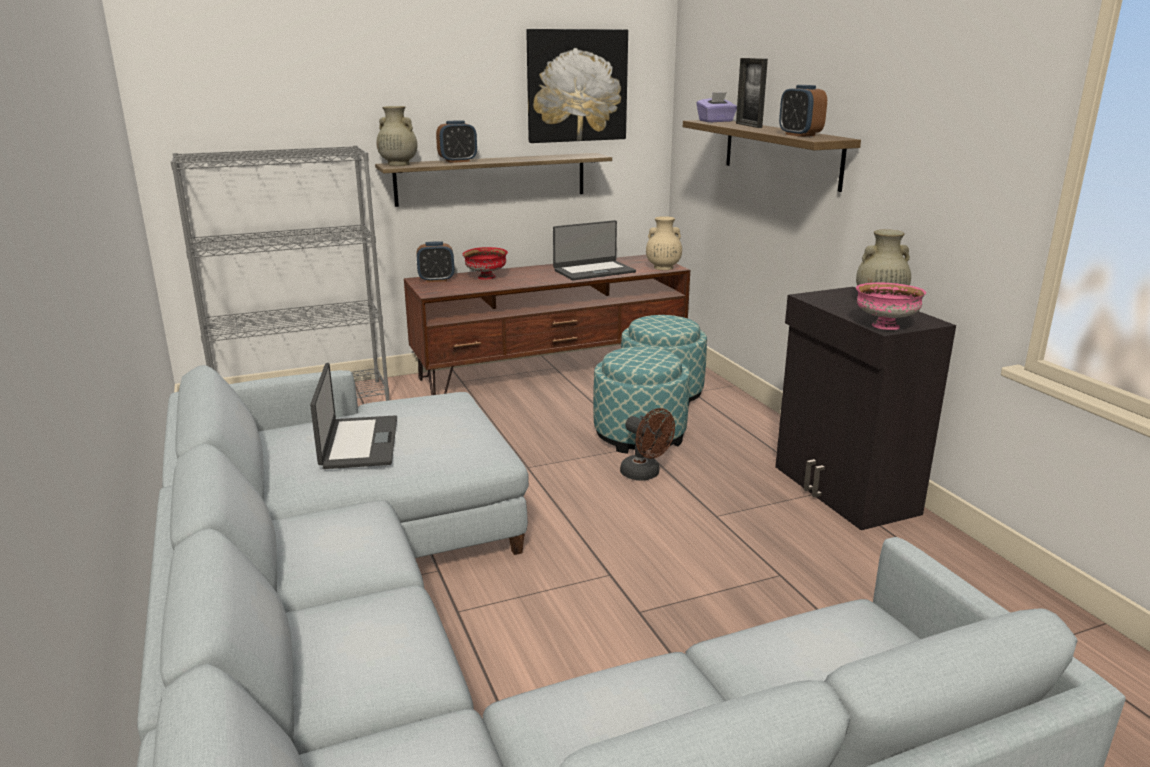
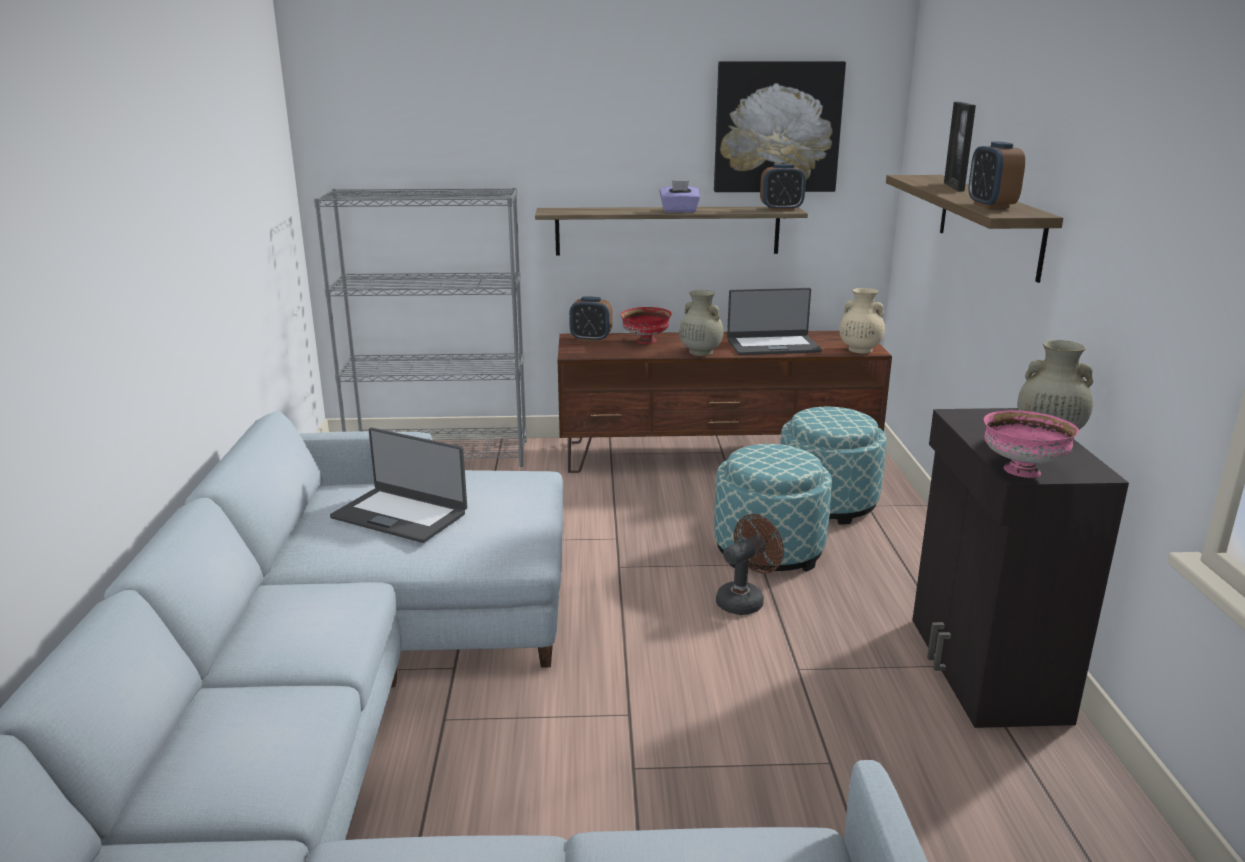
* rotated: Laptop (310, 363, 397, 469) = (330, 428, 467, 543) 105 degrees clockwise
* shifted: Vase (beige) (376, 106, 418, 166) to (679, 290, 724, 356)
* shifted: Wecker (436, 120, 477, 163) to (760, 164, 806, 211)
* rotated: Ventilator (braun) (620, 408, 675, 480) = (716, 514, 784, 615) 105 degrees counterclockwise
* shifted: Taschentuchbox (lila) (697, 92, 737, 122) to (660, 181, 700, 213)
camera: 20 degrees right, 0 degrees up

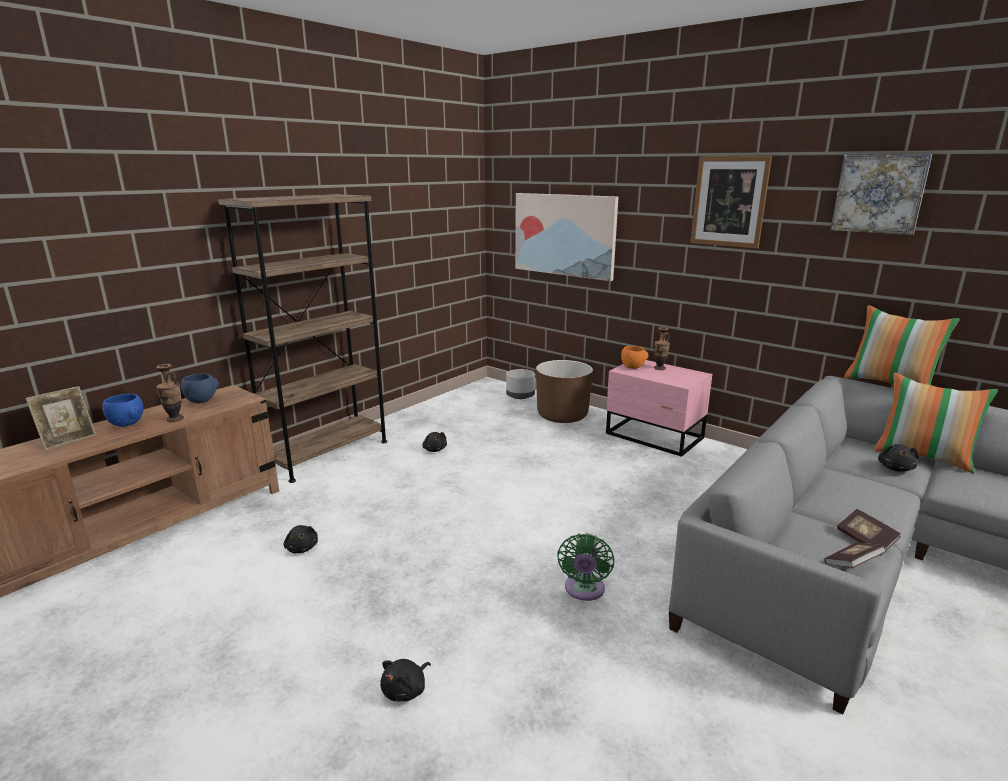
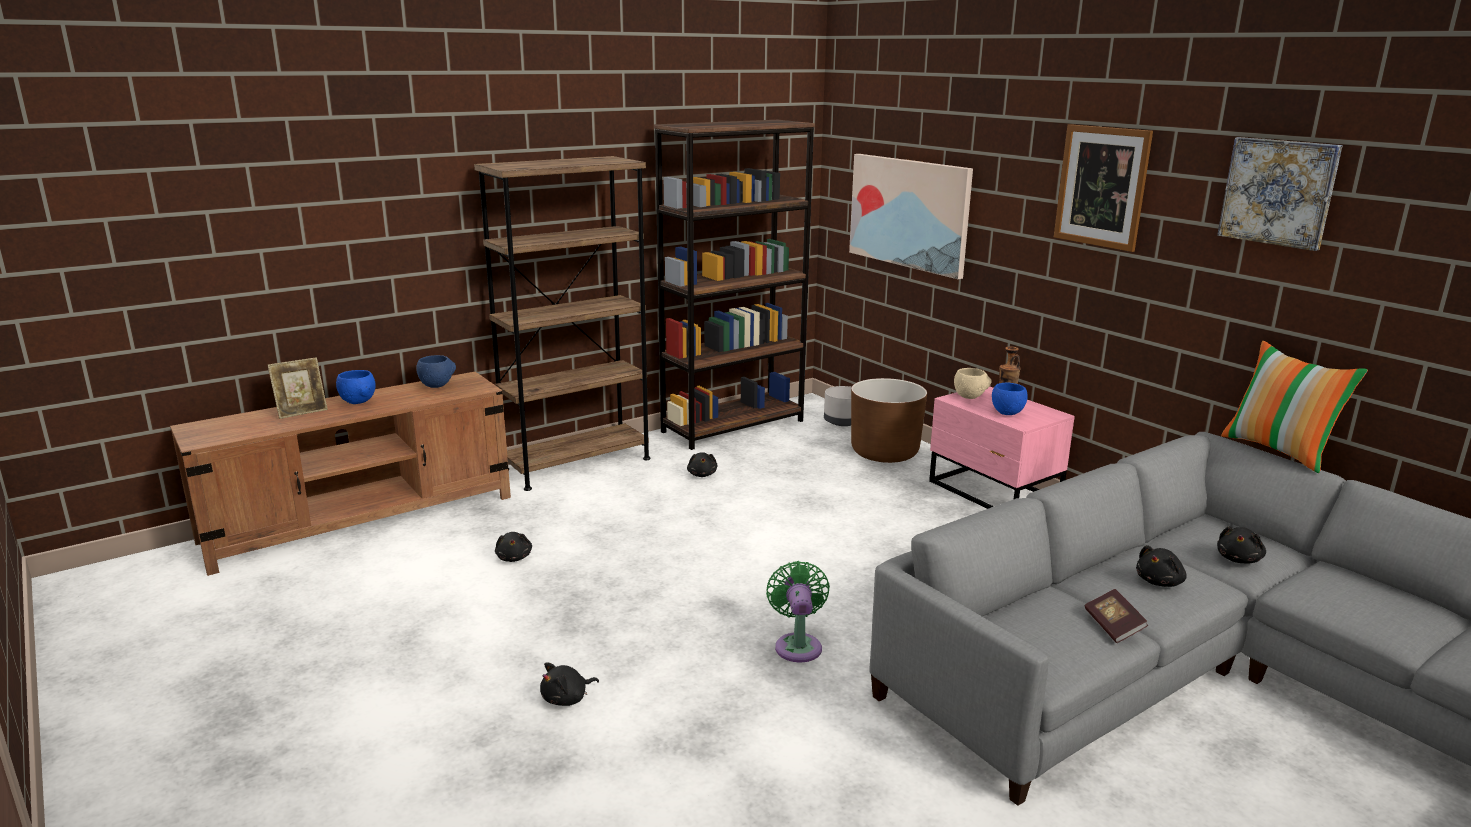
* gone: Vase (156, 364, 184, 422)
* rotated: Ventilator (grün) (557, 533, 614, 601) = (766, 561, 830, 662) 150 degrees clockwise
* repainted: Schüssel (orange) (621, 346, 649, 369) to Schüssel (beige) (954, 368, 992, 399)
* gone: Buch (824, 542, 886, 568)
* gone: Kissen (874, 373, 998, 474)
* new: Bücherregal (braun) (654, 120, 815, 450)
* new: Schüssel (blau) (992, 383, 1028, 415)
* new: Plüschtier (schwarz) (1136, 545, 1187, 587)
camera: 15 degrees right, 0 degrees up

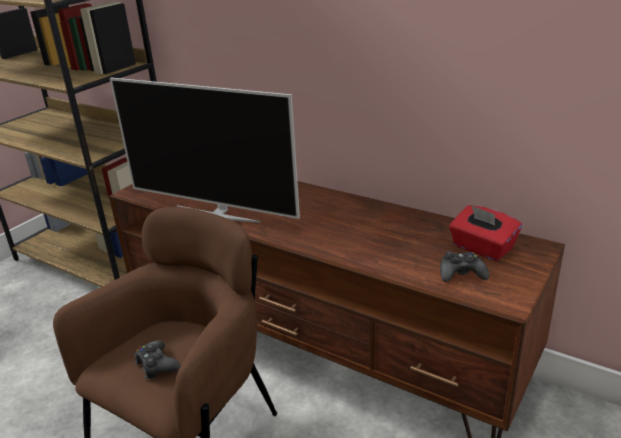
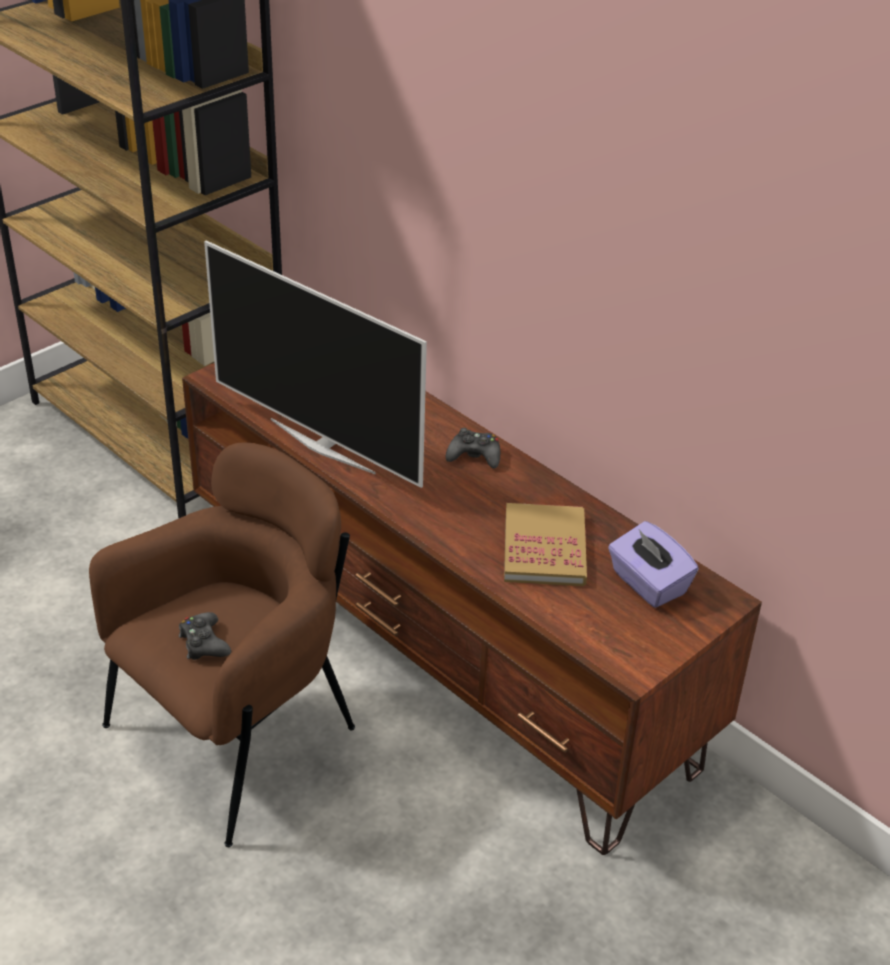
* shifted: Gamepad (schwarz) (440, 251, 489, 282) to (446, 428, 500, 469)
* repainted: Taschentuchbox (rot) (449, 205, 522, 261) to Taschentuchbox (lila) (608, 521, 699, 608)
* new: Buch (504, 503, 587, 586)
camera: 10 degrees right, 10 degrees up

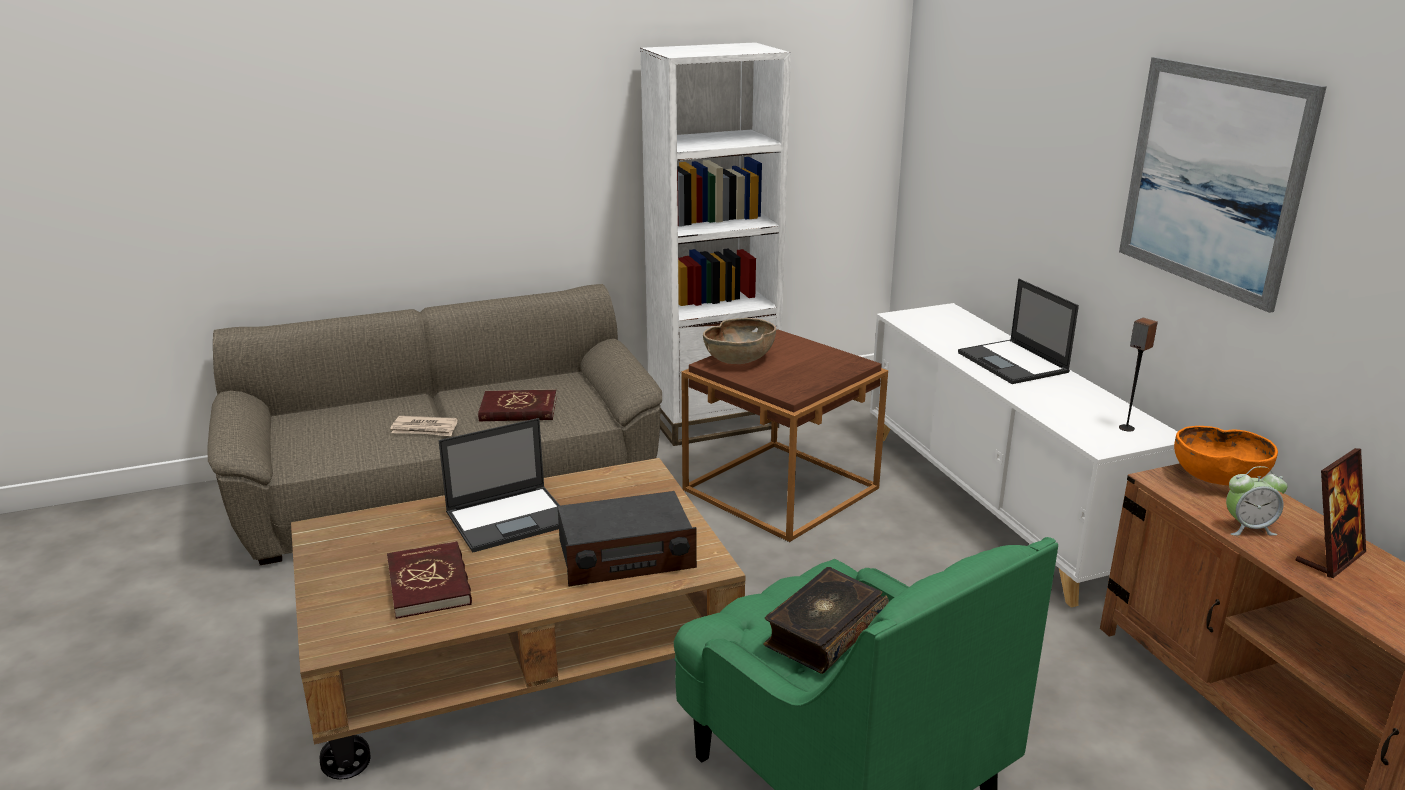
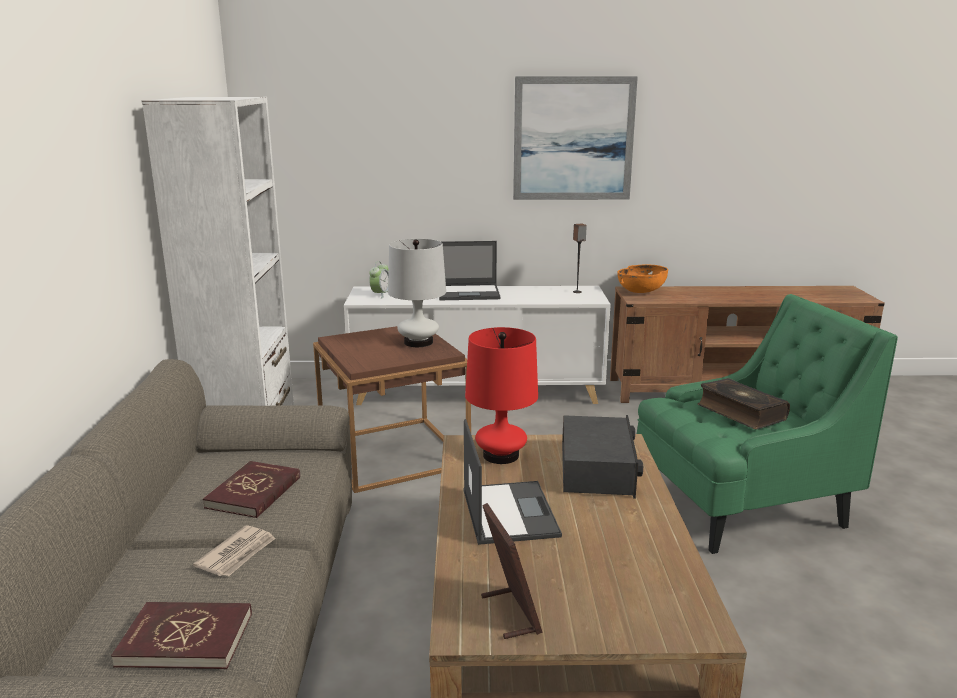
* shifted: Buch (rot) (387, 541, 472, 619) to (111, 602, 252, 669)
* gone: Schüssel (braun) (703, 318, 776, 364)
* shifted: Wecker (1226, 466, 1288, 536) to (369, 261, 389, 299)
* shifted: Bilderrahmen (1296, 448, 1366, 578) to (481, 503, 542, 639)
* new: Tischlampe (weiß) (388, 239, 446, 347)
* new: Tischlampe (rot) (465, 327, 538, 464)
camera: 70 degrees left, 5 degrees down

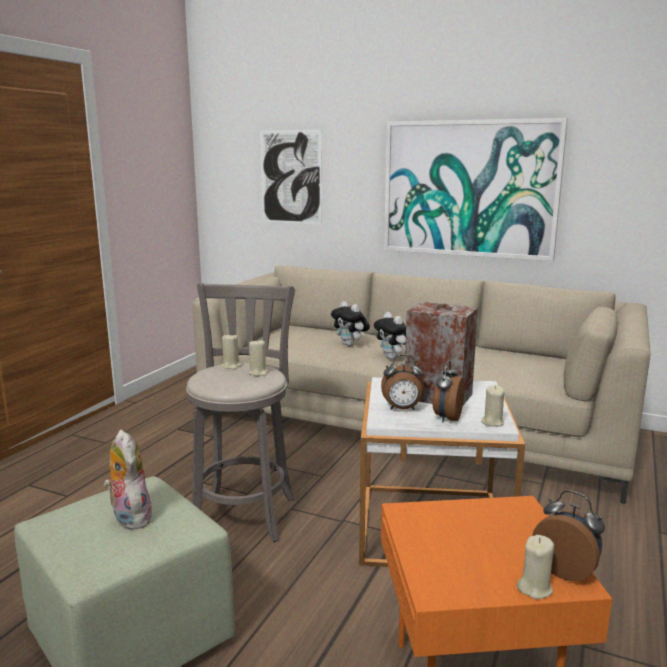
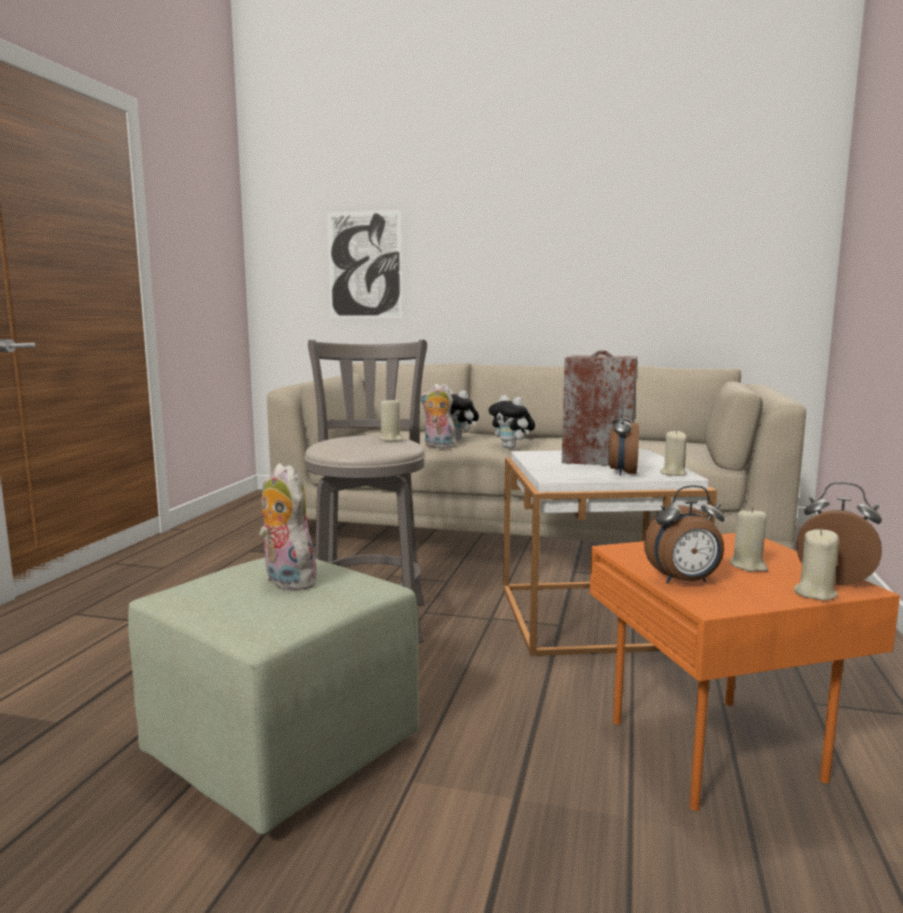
* shifted: Kerze (beige) (221, 333, 242, 369) to (730, 507, 768, 572)
* shifted: Wecker (381, 355, 424, 410) to (644, 485, 725, 584)
* gone: Bild (384, 118, 568, 261)
* new: Plüschtier (420, 384, 456, 448)
camera: 10 degrees left, 5 degrees down

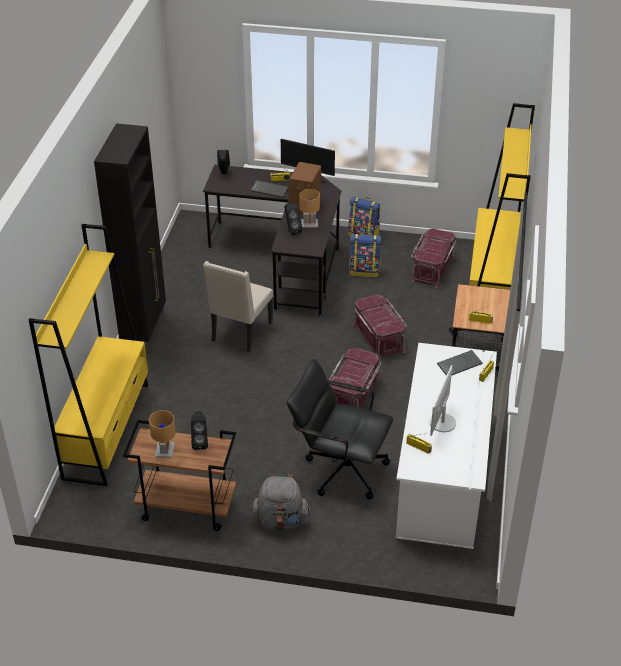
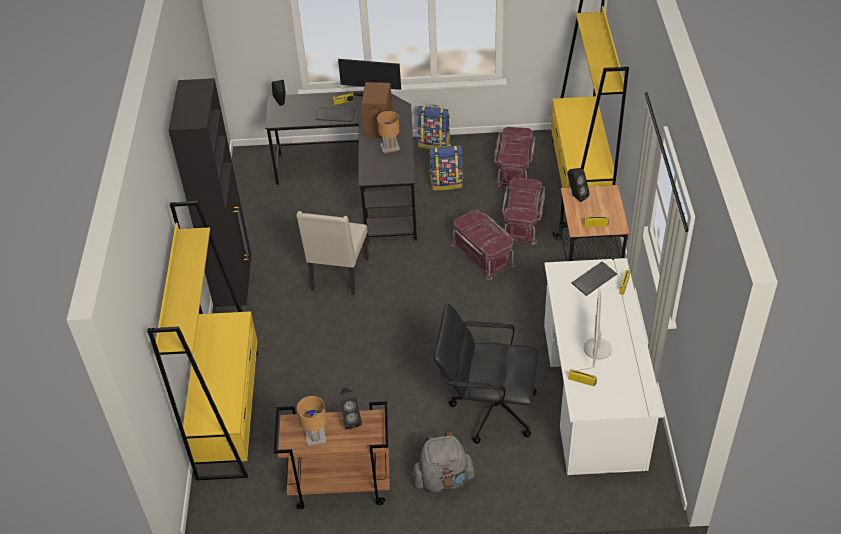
* shifted: Lautsprecher (schwarz) (284, 203, 302, 235) to (567, 168, 589, 202)
* shifted: Aufbewahrungsbox (rot) (329, 348, 382, 408) to (502, 178, 545, 245)
camera: 10 degrees left, 5 degrees up

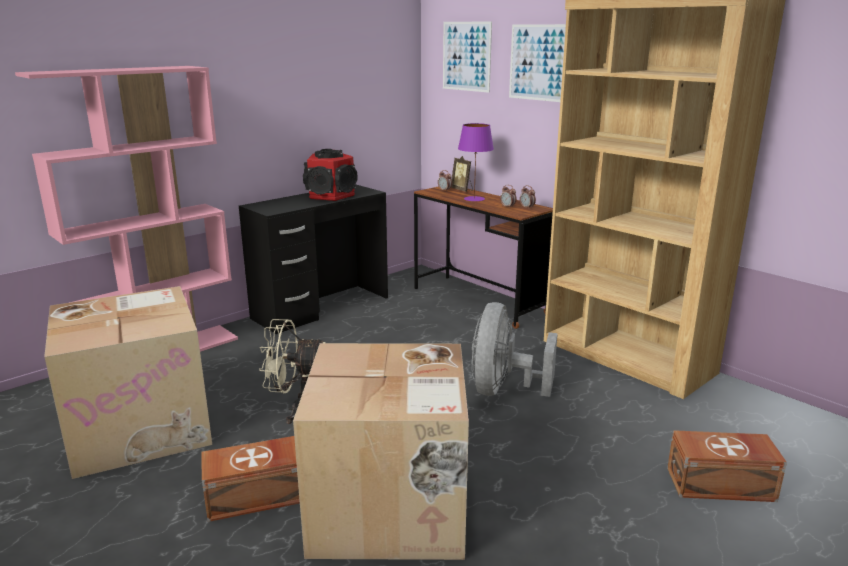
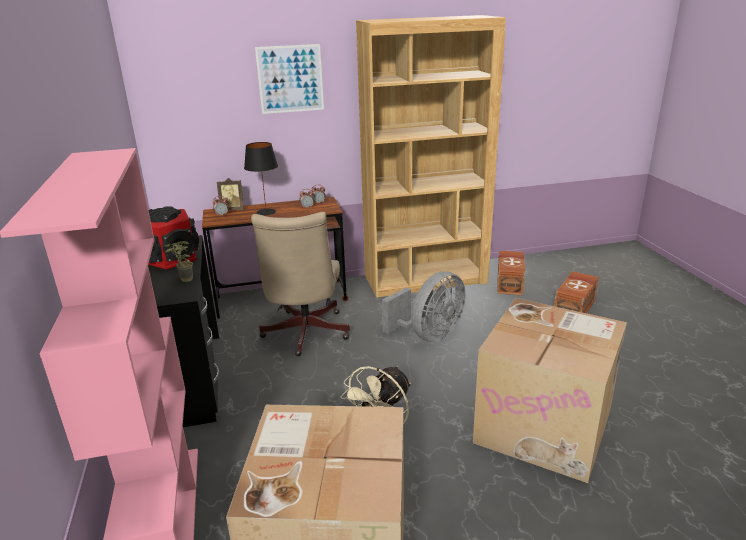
* shifted: Aufbewahrungsbox (braun) (201, 436, 300, 522) to (497, 251, 525, 296)
* gone: Bild (443, 21, 492, 93)
* repainted: Tischlampe (lila) (458, 123, 494, 202) to Tischlampe (schwarz) (244, 142, 278, 215)
* rotated: Ventilator (grau) (472, 302, 558, 397) = (382, 271, 466, 342) 90 degrees counterclockwise
* new: Topfpflanze (165, 241, 193, 282)
* new: Bürostuhl (beige) (251, 212, 350, 356)
camera: 60 degrees left, 5 degrees up

